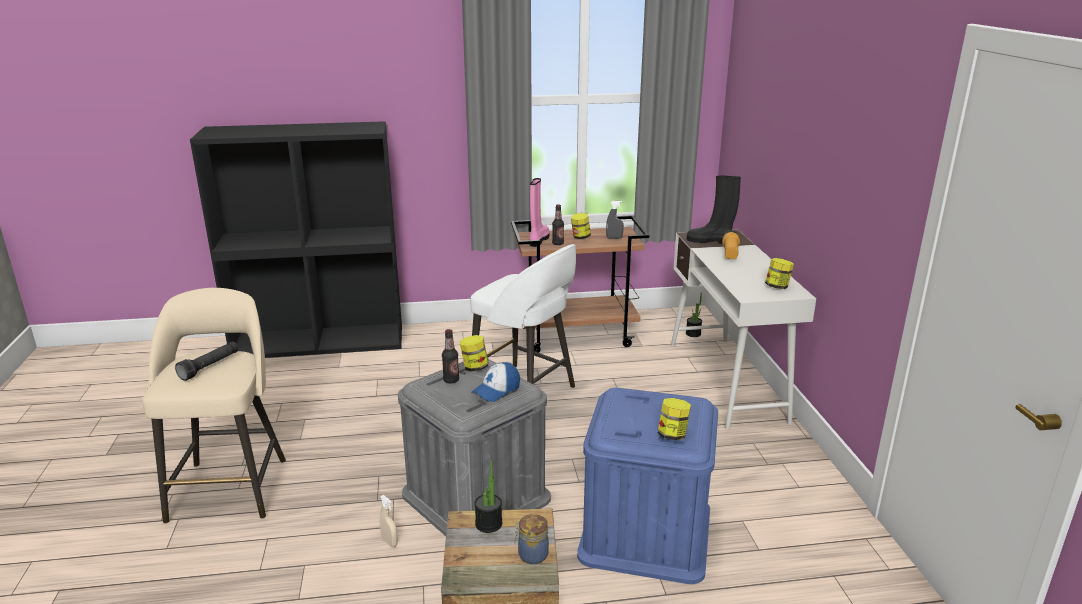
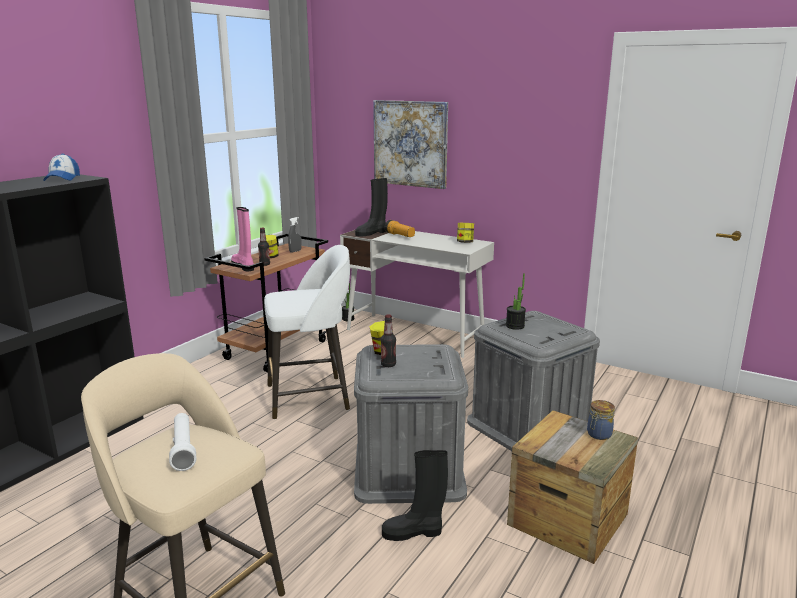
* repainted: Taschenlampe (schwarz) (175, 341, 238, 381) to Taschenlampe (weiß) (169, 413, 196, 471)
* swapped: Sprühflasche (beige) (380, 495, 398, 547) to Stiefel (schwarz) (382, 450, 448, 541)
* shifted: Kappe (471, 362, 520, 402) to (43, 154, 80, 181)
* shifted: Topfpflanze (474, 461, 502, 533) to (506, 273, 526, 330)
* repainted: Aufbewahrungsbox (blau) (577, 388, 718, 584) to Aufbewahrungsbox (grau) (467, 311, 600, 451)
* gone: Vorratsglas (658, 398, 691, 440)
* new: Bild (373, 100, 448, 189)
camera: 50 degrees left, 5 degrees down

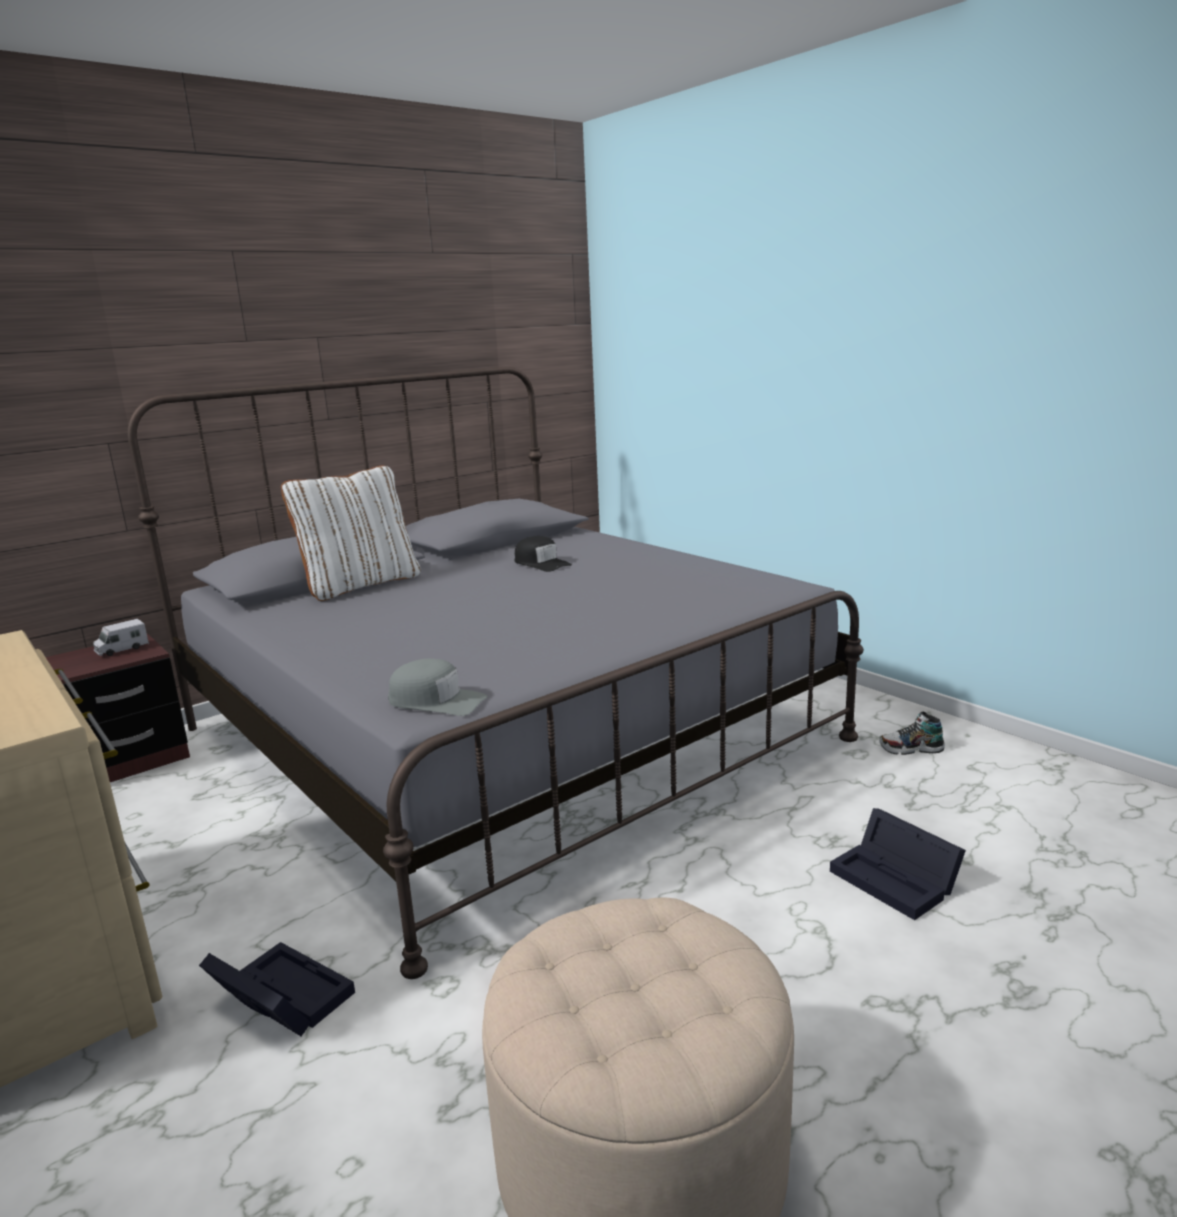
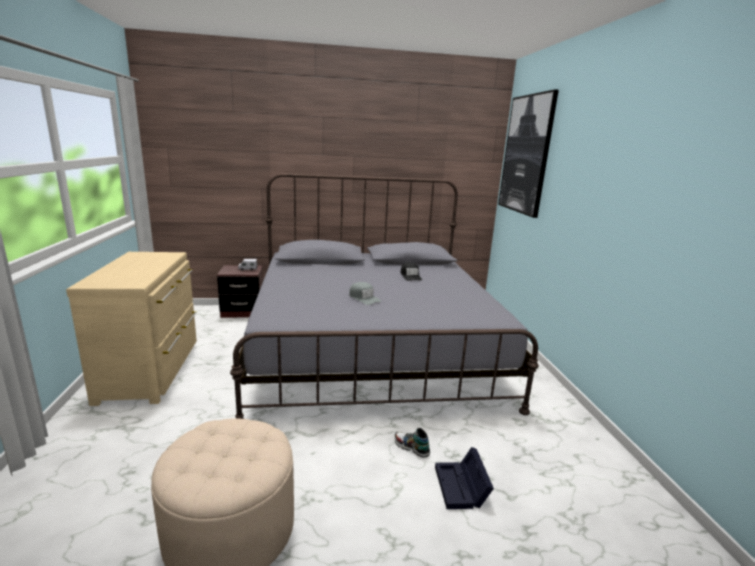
* gone: Aufbewahrungsbox (schwarz) (199, 942, 355, 1036)
* gone: Kissen (weiß) (281, 466, 421, 601)
* shifted: Kappe (grau) (388, 658, 488, 716) to (349, 282, 381, 305)
* shifted: Schuh (879, 711, 945, 755) to (395, 428, 430, 458)
* new: Bild (498, 89, 559, 218)
camera: 30 degrees right, 0 degrees up

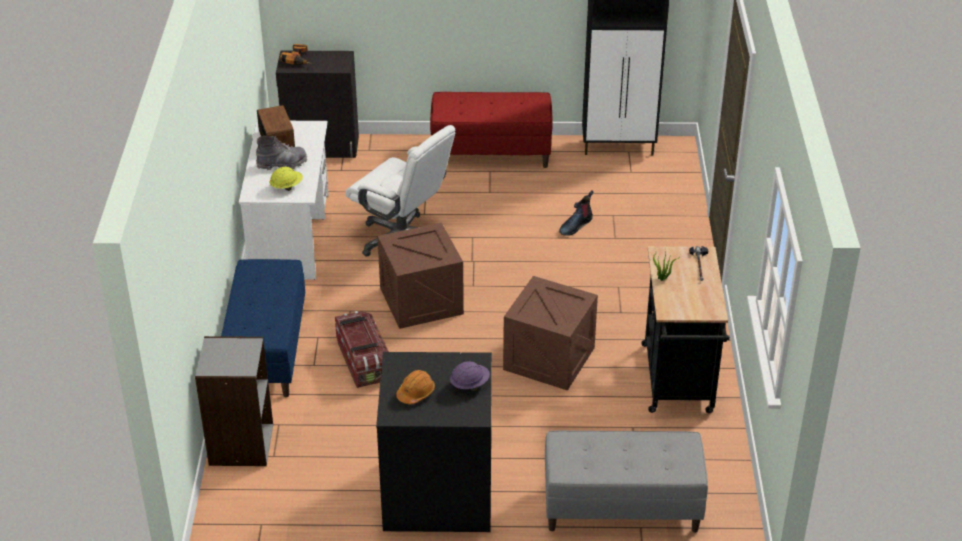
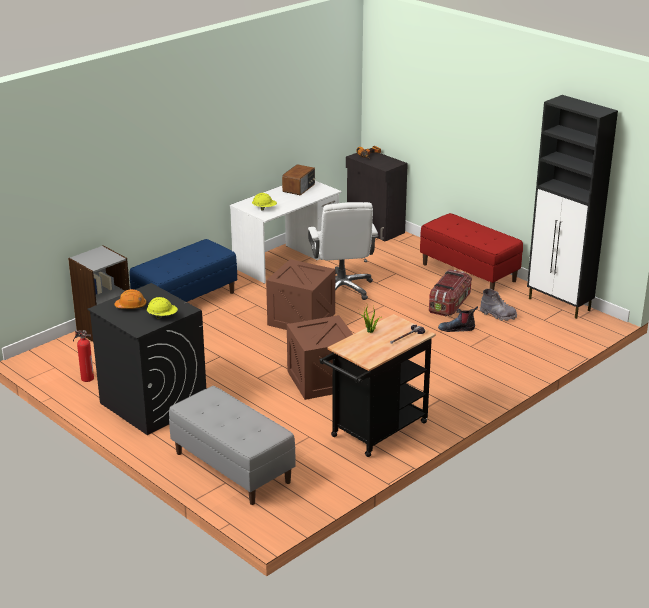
* shifted: Stiefel (grau) (256, 136, 307, 170) to (480, 289, 517, 321)
* shifted: Aufbewahrungsbox (335, 311, 389, 388) to (429, 269, 472, 316)
* repainted: Schutzhelm (lila) (450, 362, 490, 391) to Schutzhelm (gelb) (147, 297, 178, 319)
* new: Feuerlöscher (73, 330, 94, 382)
camera: 45 degrees right, 10 degrees down

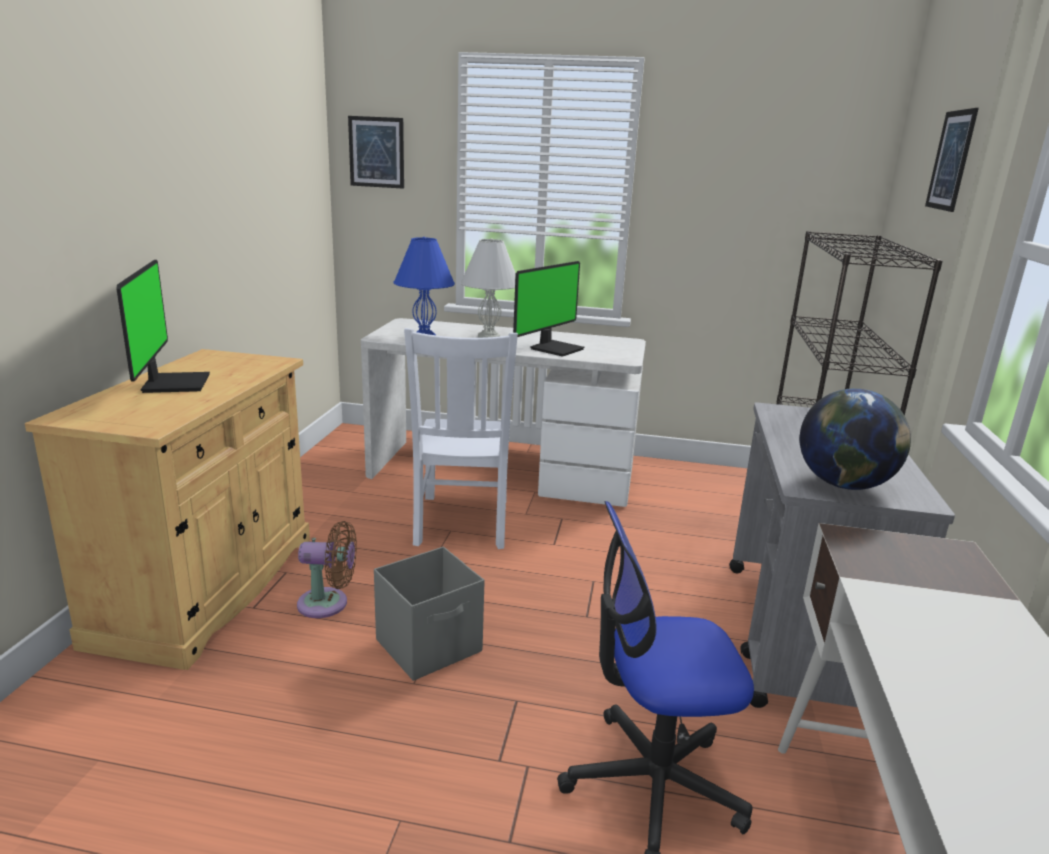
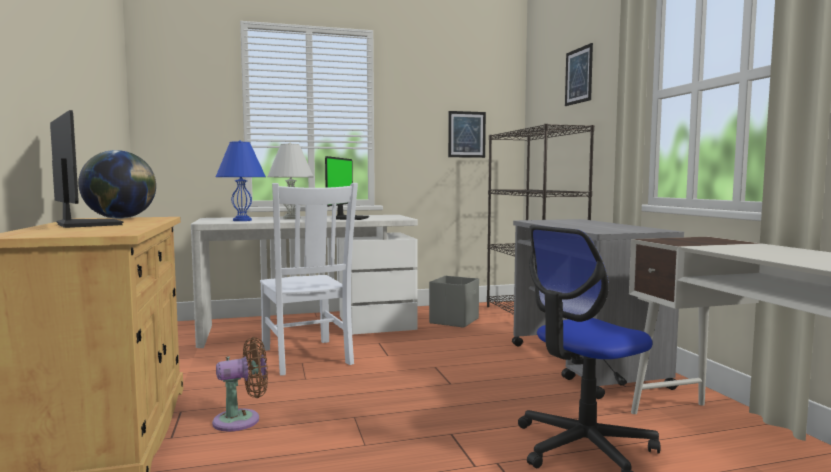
* shifted: Bild (348, 116, 404, 189) to (448, 111, 486, 158)
* shifted: Aufbewahrungsbox (grau) (374, 547, 485, 681) to (429, 276, 479, 328)
* shifted: Globus (800, 388, 911, 490) to (78, 150, 156, 219)
camera: 25 degrees left, 15 degrees down

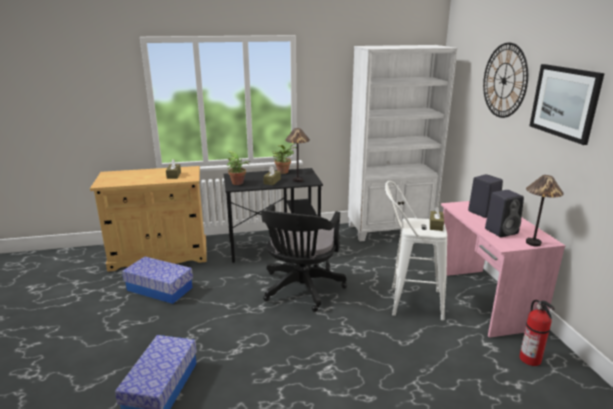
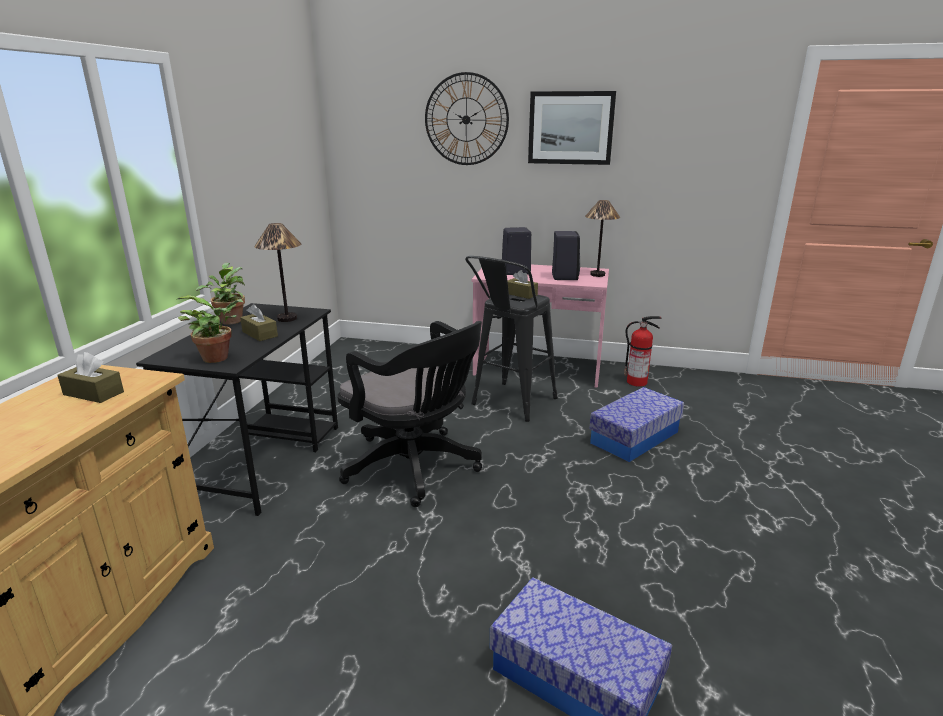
* shifted: Aufbewahrungsbox (122, 256, 193, 304) to (589, 387, 684, 462)
* gone: Bücherregal (weiß) (348, 45, 458, 241)
* repainted: Hocker (weiß) (385, 181, 447, 320) to Hocker (schwarz) (465, 256, 558, 422)
camera: 65 degrees left, 0 degrees up

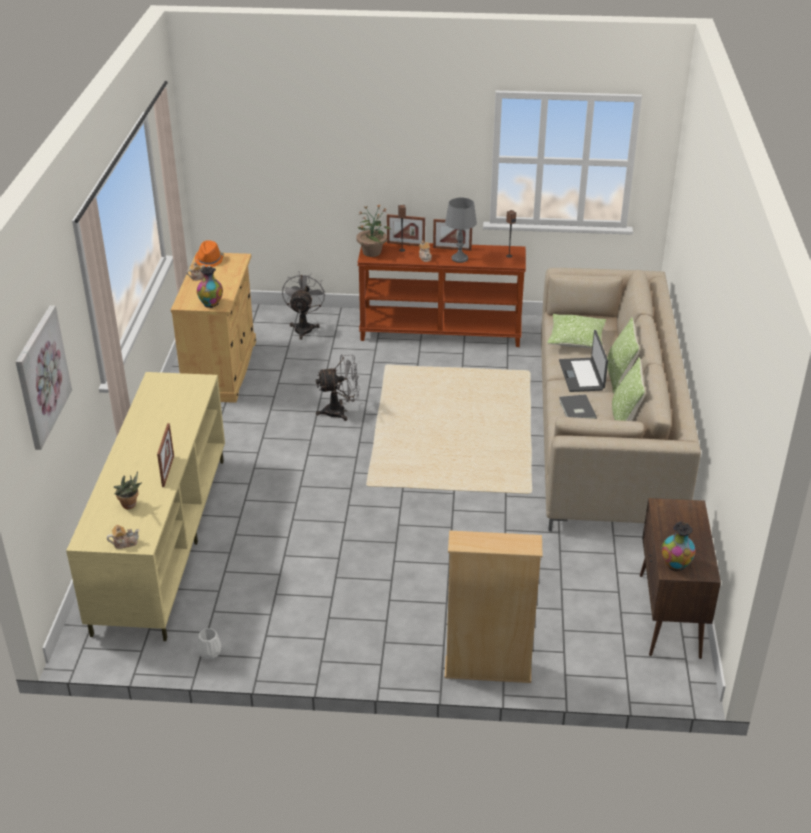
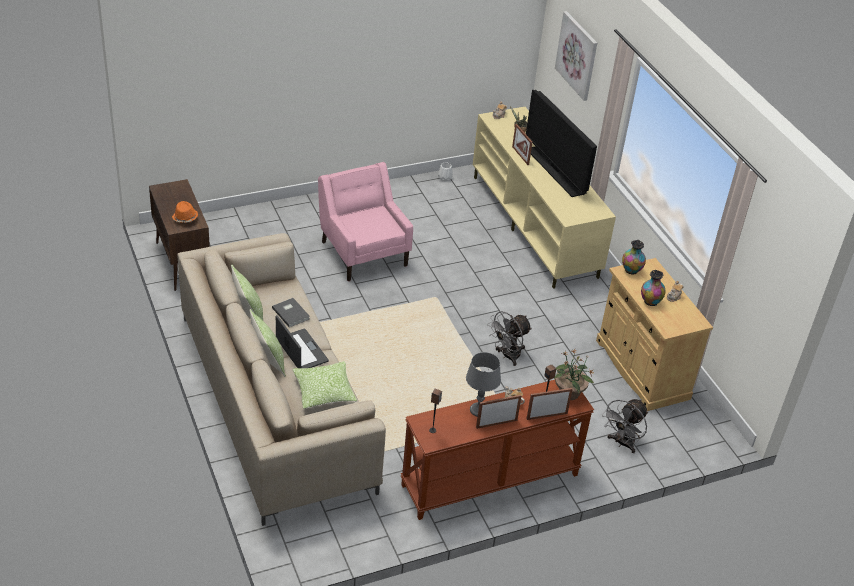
* shifted: Hut (orange) (195, 240, 224, 267) to (172, 201, 198, 223)
* rotated: Ventilator (grau) (282, 271, 326, 340) = (602, 399, 648, 453) 60 degrees clockwise
* gone: Bücherregal (beige) (444, 530, 543, 683)
* shifted: Vase (661, 521, 696, 571) to (641, 270, 665, 306)
* new: Sessel (rosa) (318, 162, 413, 282)
* new: Fernseher (526, 89, 597, 197)
camera: 150 degrees right, 5 degrees up

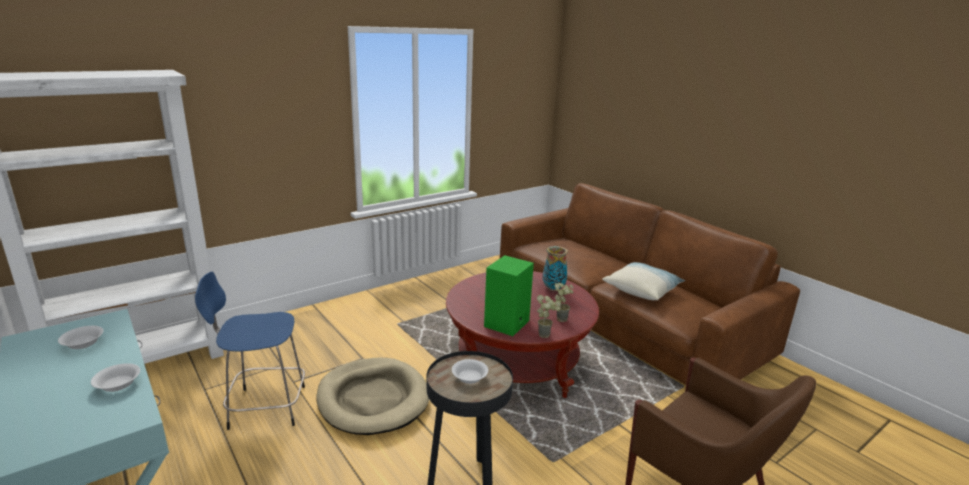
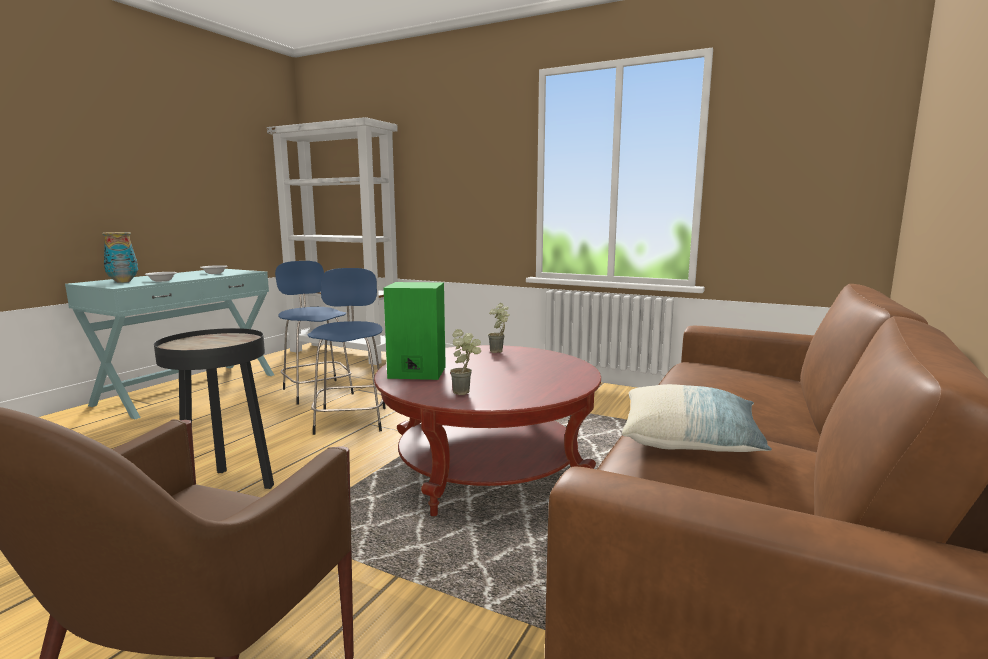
* swapped: Hundebett (beige) (316, 358, 429, 435) to Hocker (blau) (307, 268, 386, 435)
* gone: Schüssel (weiß) (452, 359, 488, 384)
* shifted: Topfpflanze (537, 295, 561, 338) to (488, 303, 510, 353)
* shifted: Vase (542, 246, 568, 291) to (102, 232, 138, 283)
camera: 65 degrees right, 10 degrees down

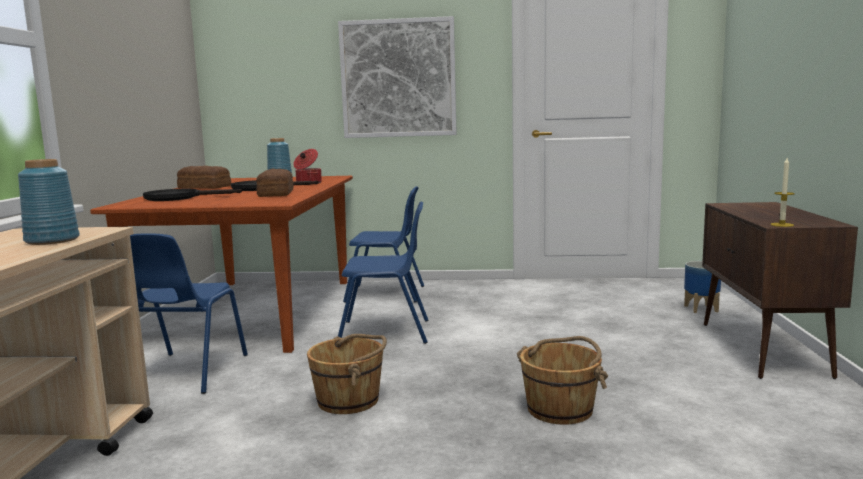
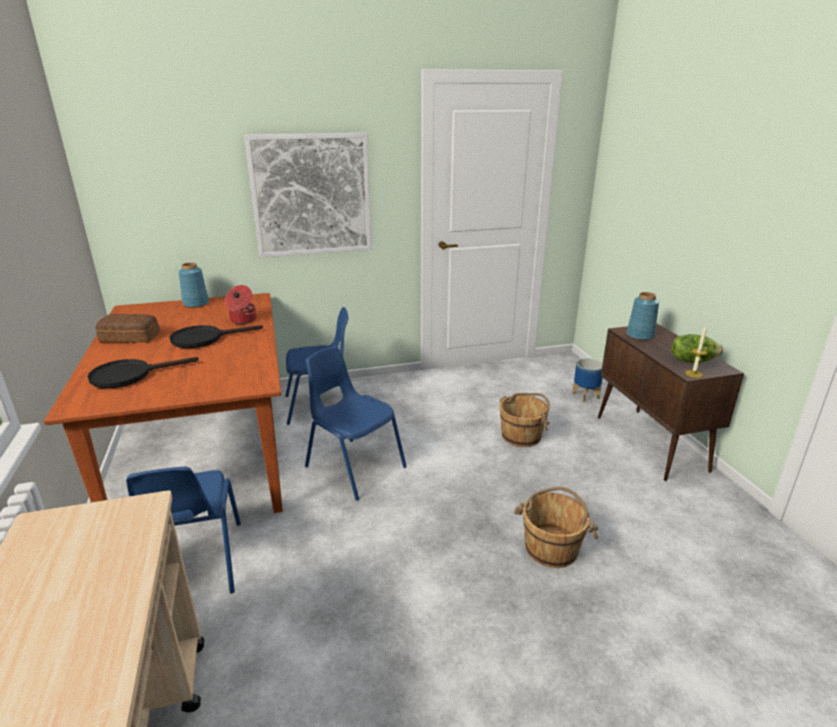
* shifted: Vase (blau) (18, 159, 80, 245) to (627, 292, 659, 340)
* gone: Brot (256, 168, 293, 197)
* shifted: Eimer (braun) (307, 334, 387, 414) to (500, 393, 550, 447)
* rotated: Stuhl (blau) (338, 202, 428, 344) = (305, 346, 407, 501) 120 degrees counterclockwise
* new: Salatkopf (671, 334, 723, 363)
camera: 20 degrees left, 15 degrees up

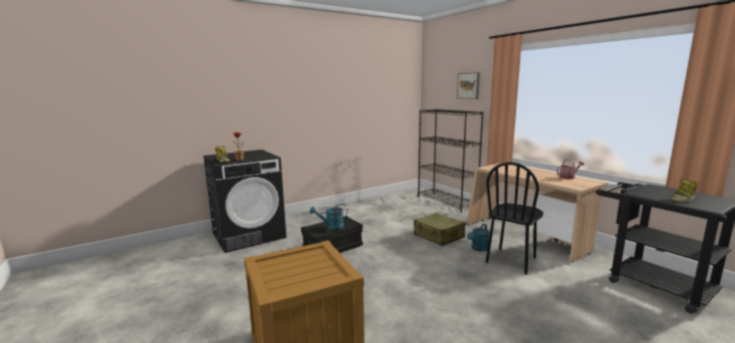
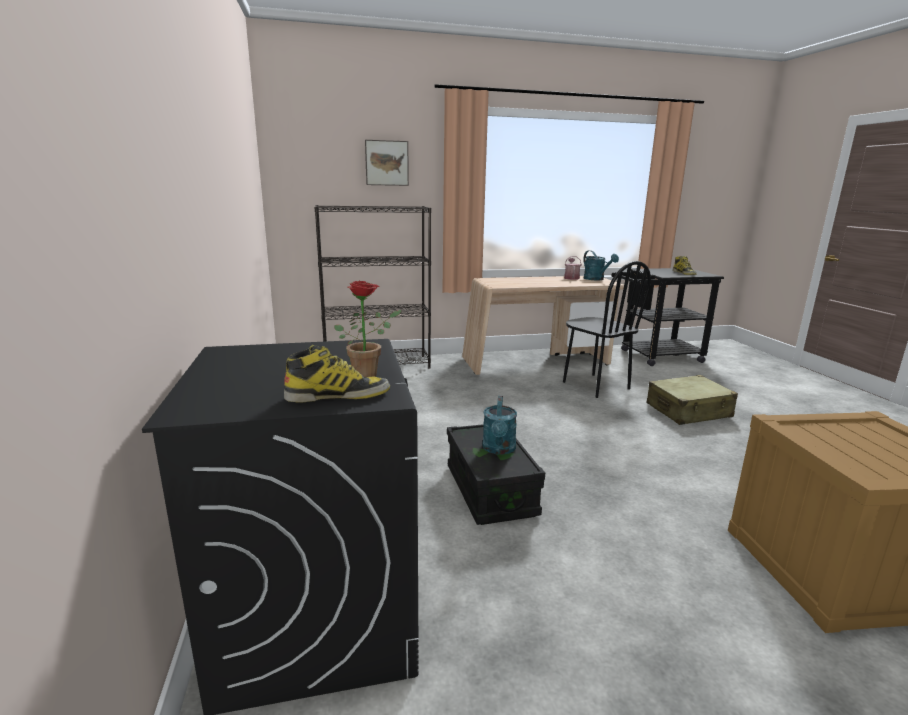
* shifted: Koffer (beige) (414, 213, 465, 246) to (646, 375, 738, 425)
* shifted: Gießkanne (türkis) (467, 224, 489, 252) to (583, 250, 619, 280)
camera: 70 degrees left, 5 degrees up

